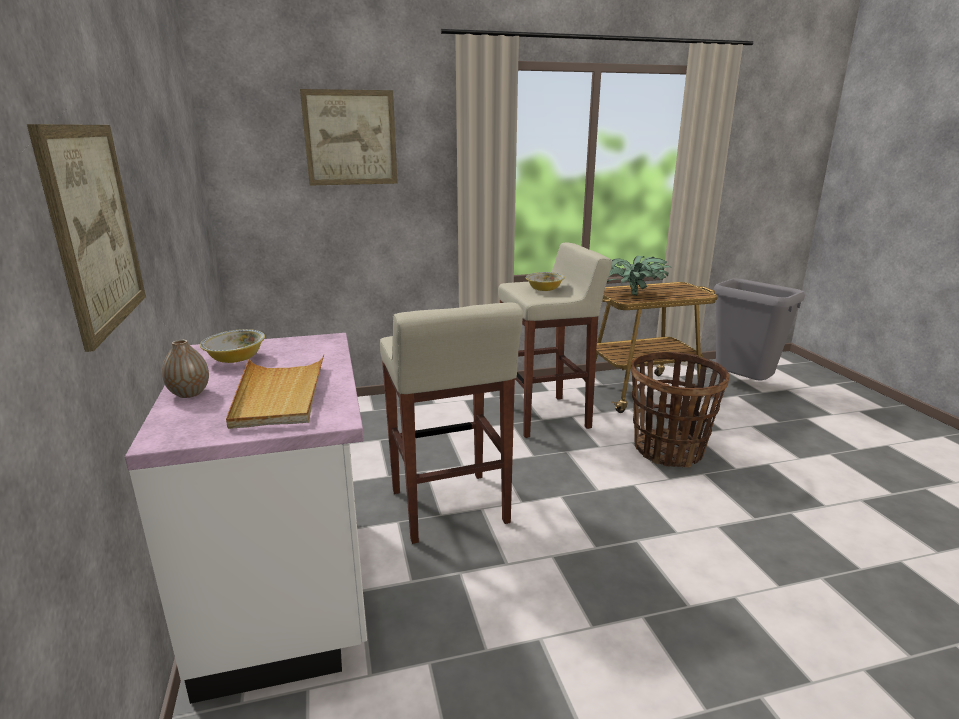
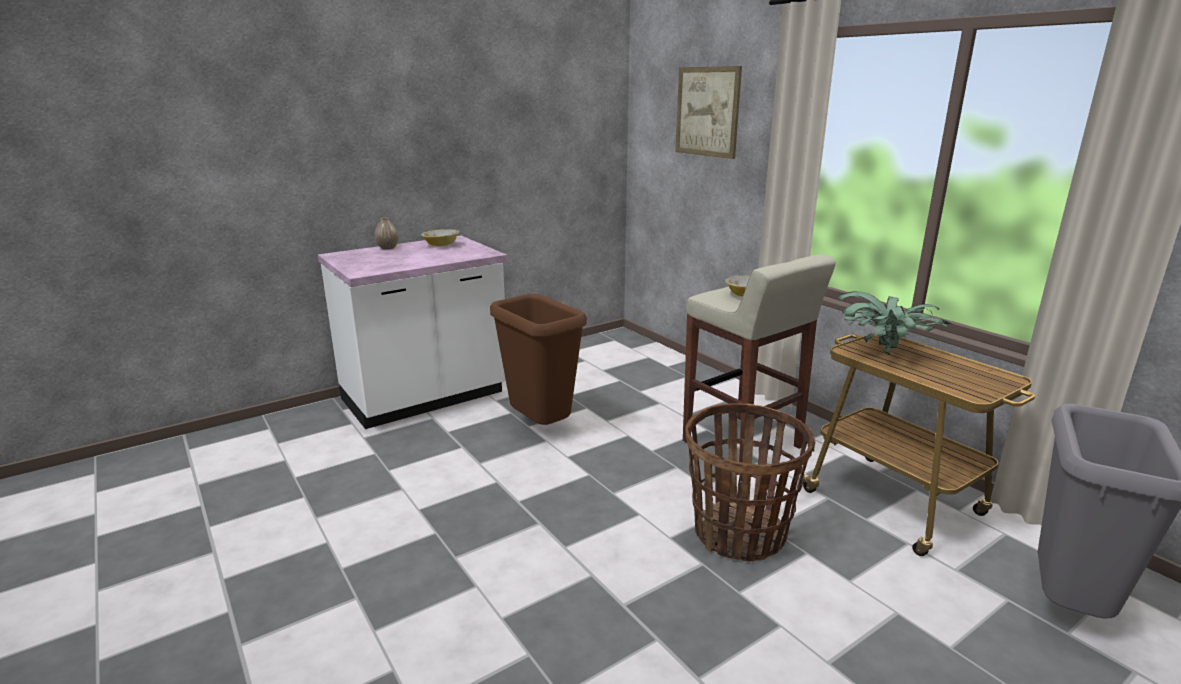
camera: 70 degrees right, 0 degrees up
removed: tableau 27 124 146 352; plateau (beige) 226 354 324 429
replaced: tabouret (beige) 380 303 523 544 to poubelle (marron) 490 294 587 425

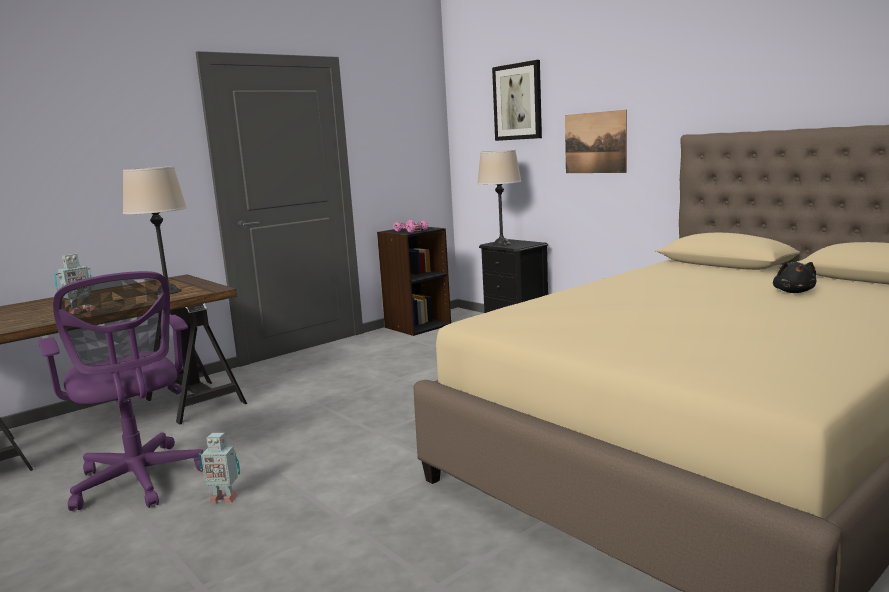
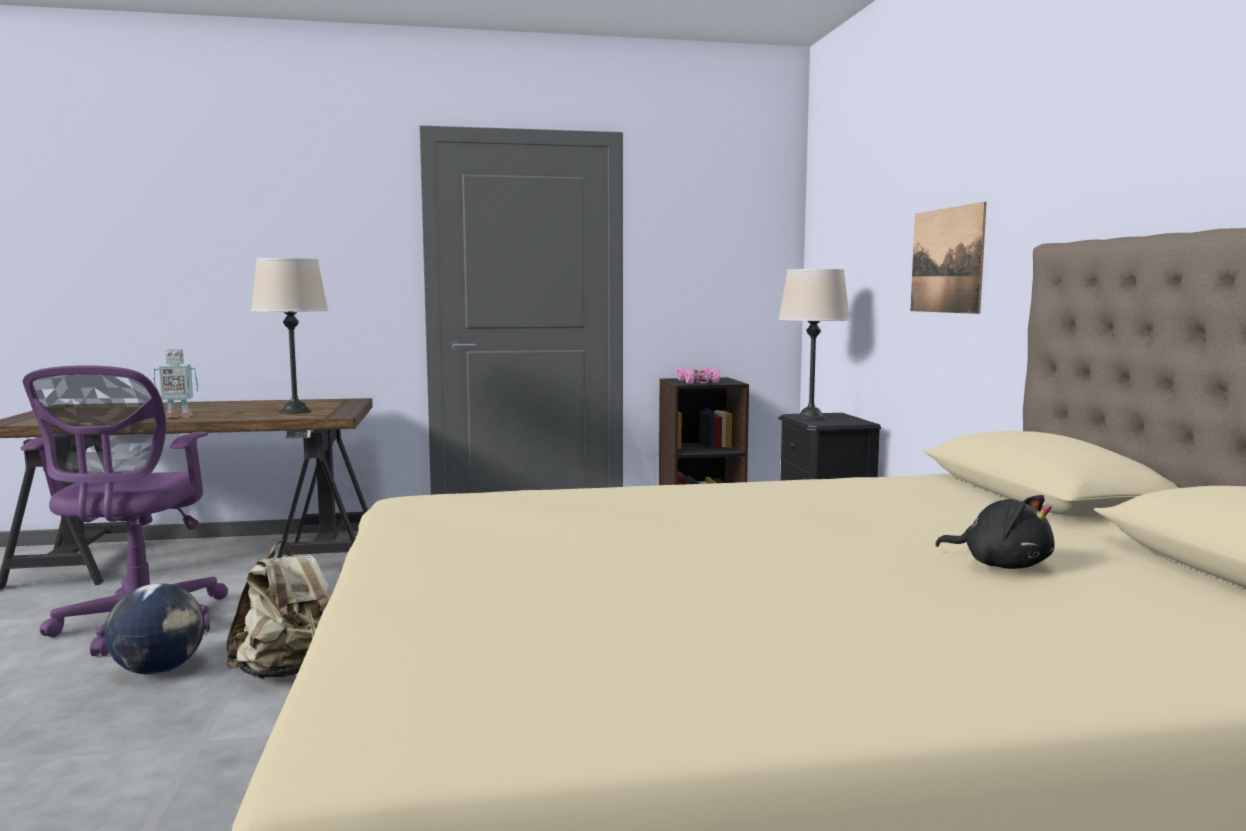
camera: 30 degrees right, 5 degrees down
removed: tableau 492 60 542 141
added: sac à dos (beige) 226 540 331 679
replaced: robot jouet 198 433 240 504 to globe 104 583 205 675
turned: peluche (noir) 773 262 816 293 = 935 495 1055 569 90 degrees counterclockwise

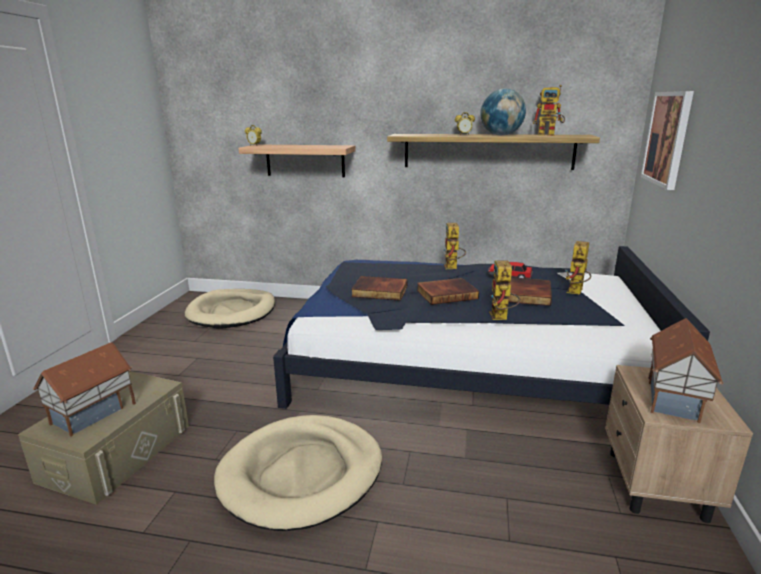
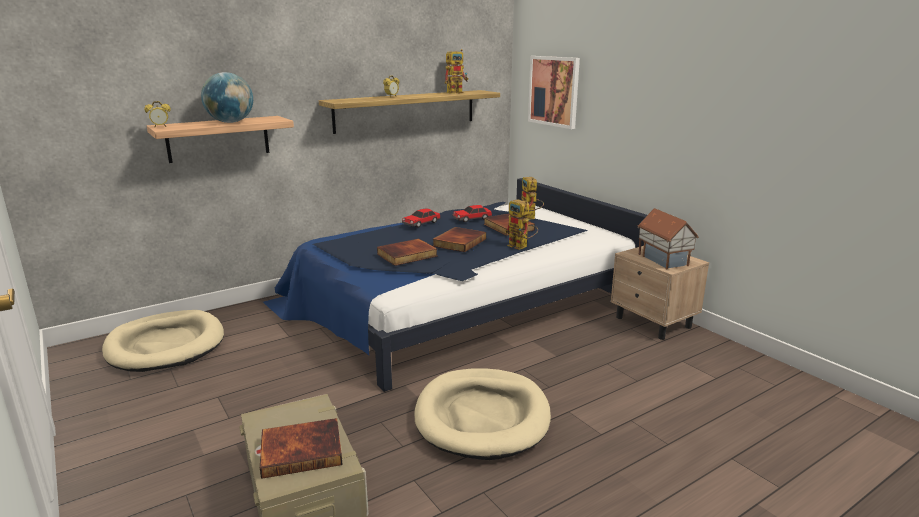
camera: 45 degrees left, 0 degrees up
moved: globe 480 88 526 135 to 201 72 253 123
replaced: robot jouet 443 223 466 269 to petite voiture 402 208 441 228; maison miniature 33 343 136 436 to livre 260 418 343 479

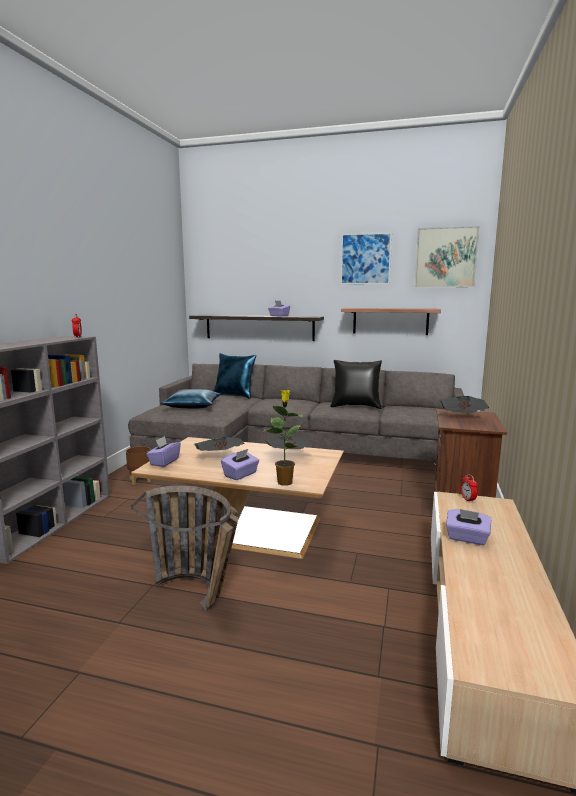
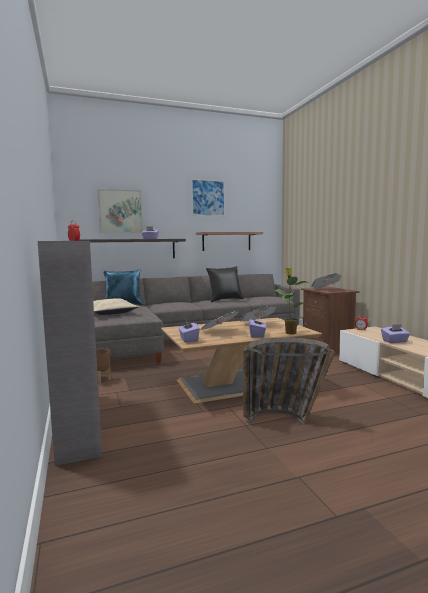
camera: 35 degrees left, 5 degrees down
moved: tableau 415 226 480 287 to 97 189 143 233
recoloured: coussin (bleu) 160 389 221 408 to coussin (beige) 93 298 139 315

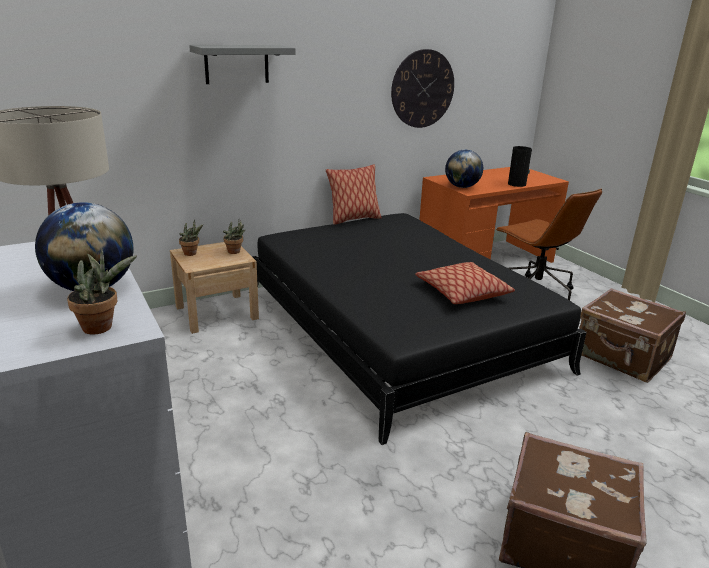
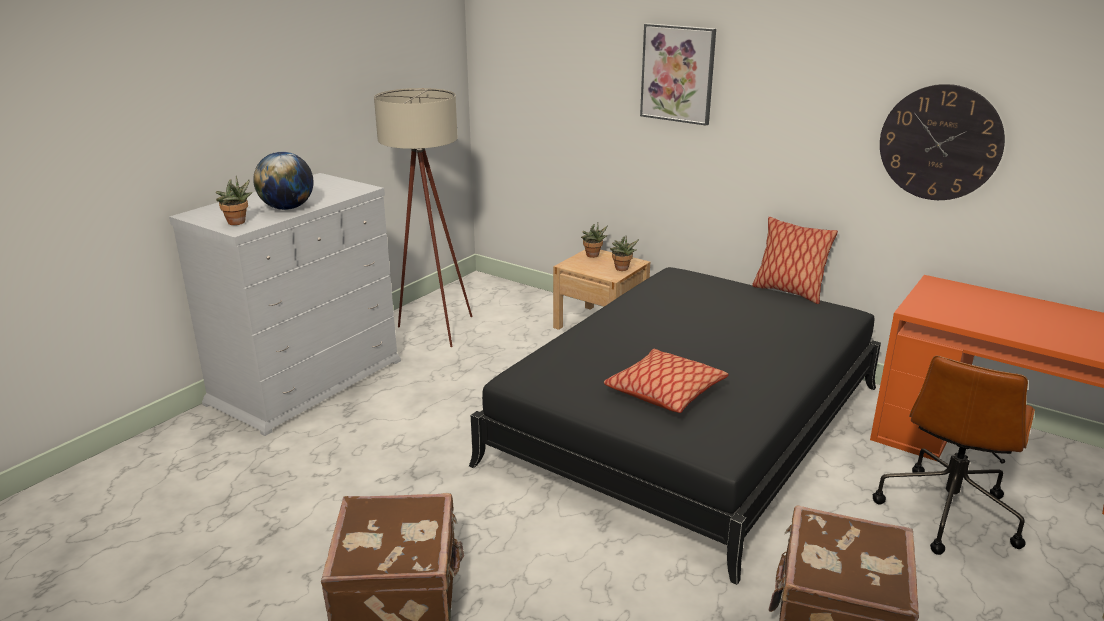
camera: 65 degrees right, 0 degrees up
removed: vase 508 146 532 187; globe 445 150 483 188
replaced: étagère (gris) 189 45 296 84 to tableau 640 23 716 126

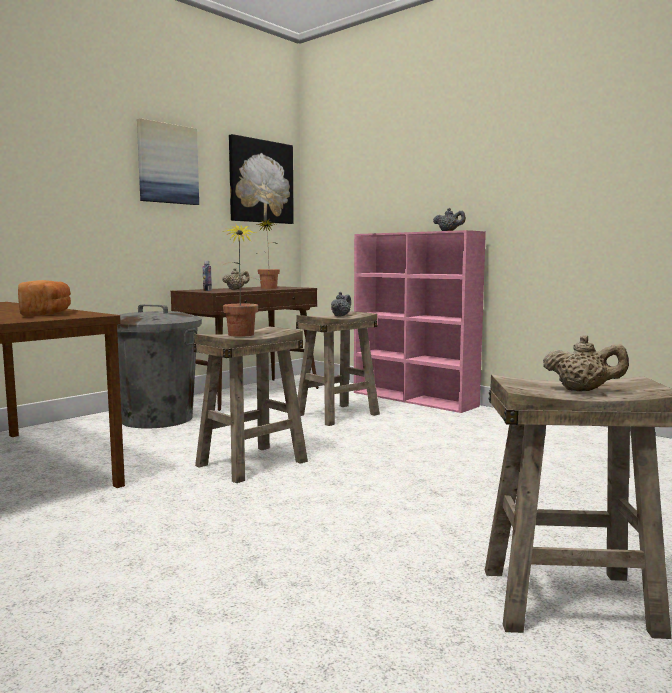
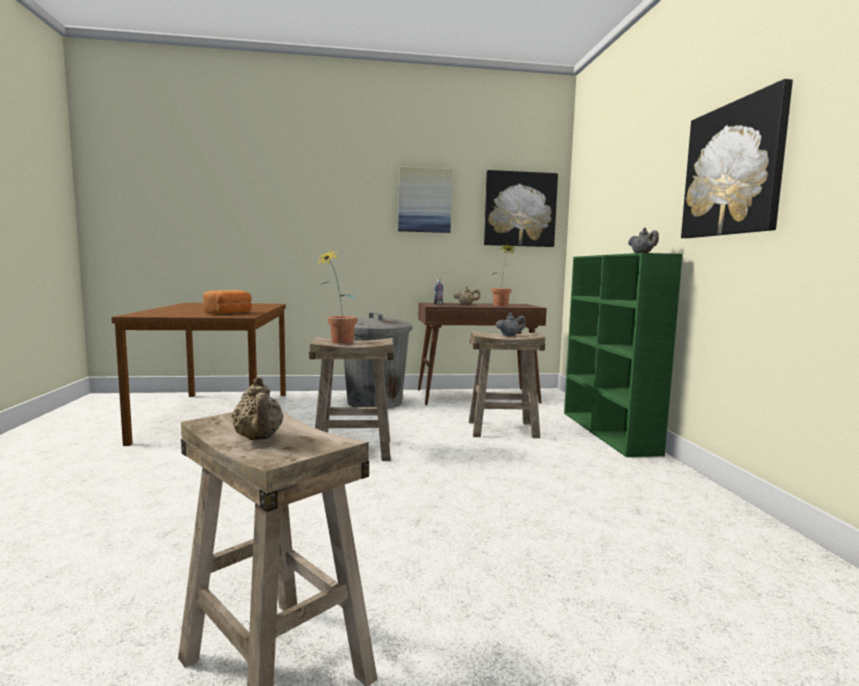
camera: 40 degrees right, 0 degrees up
added: tableau 681 79 793 238
recoloured: bibliothèque (rose) 354 230 486 413 to bibliothèque (vert) 564 253 683 457

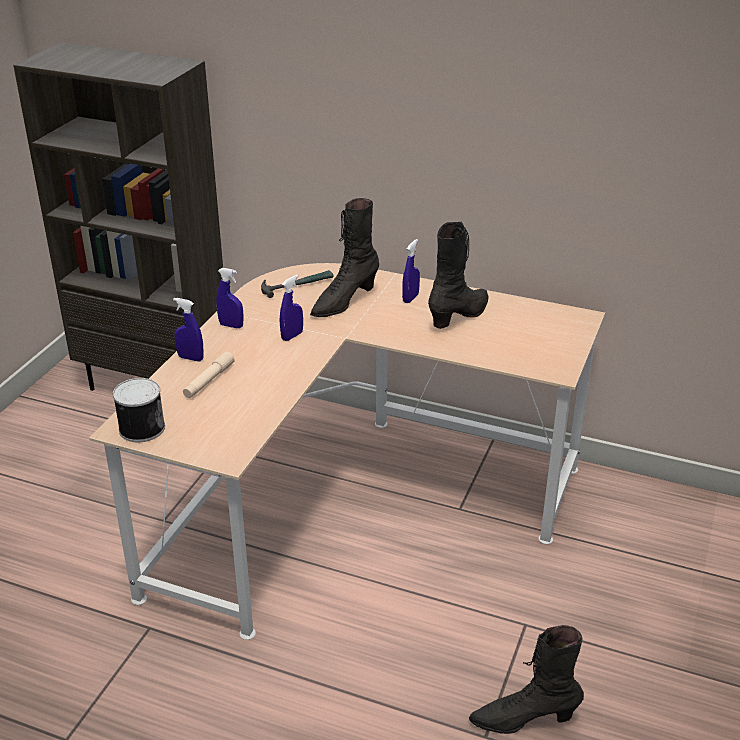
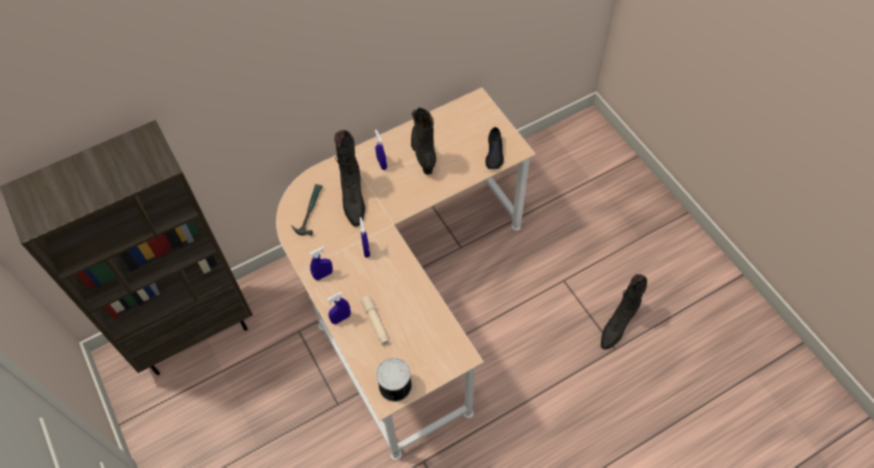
camera: 50 degrees left, 25 degrees up
added: chaussure (noir) 485 127 504 169

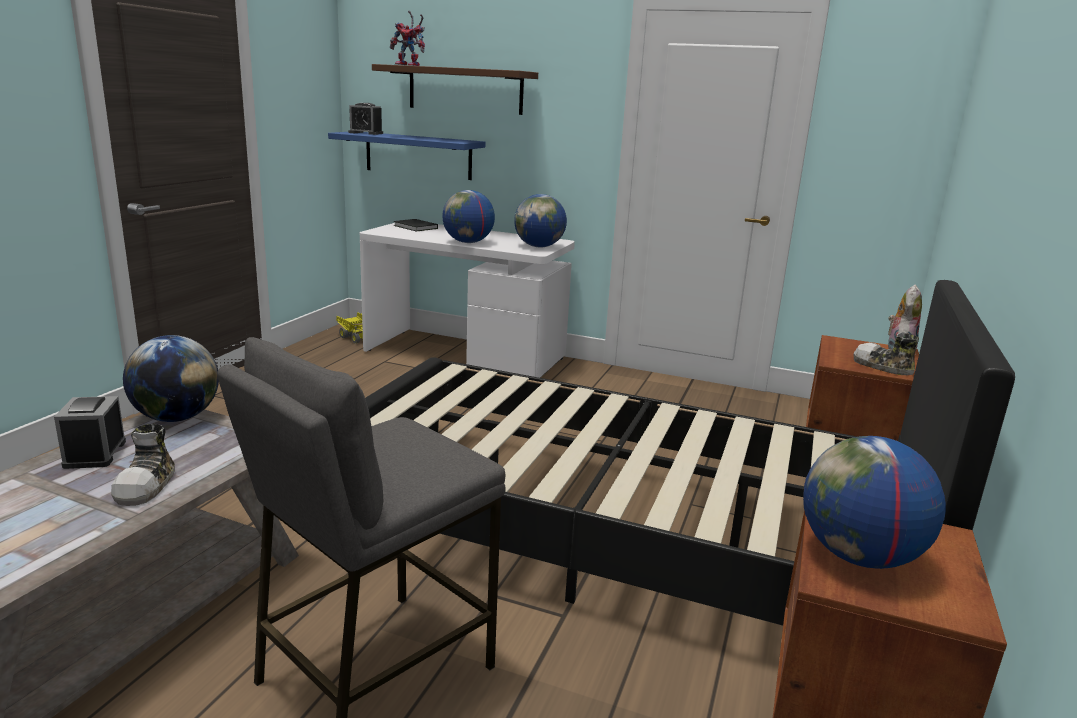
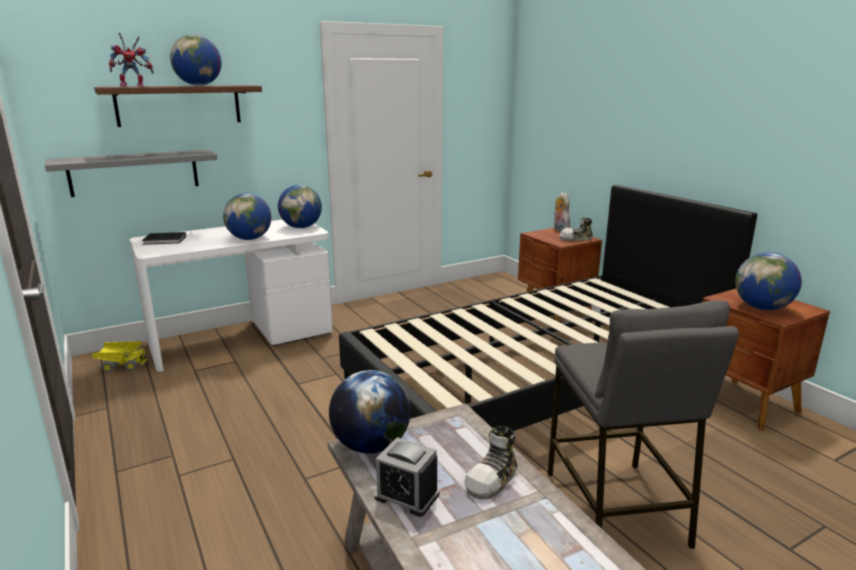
camera: 50 degrees left, 0 degrees up
removed: réveil 348 103 383 135
added: globe 170 35 221 86
recoloured: étagère (bleu) 328 132 485 180 to étagère (gris) 45 149 217 197
turned: chaussure 111 424 175 506 = 465 426 517 500 90 degrees clockwise

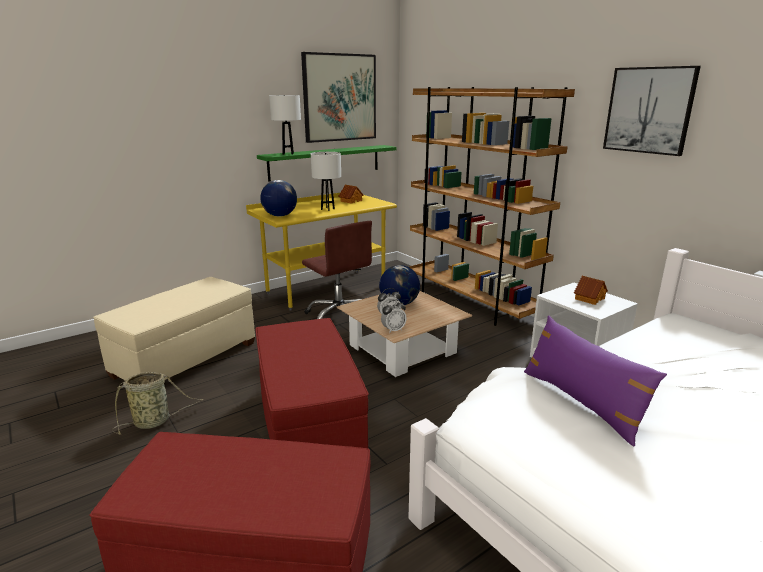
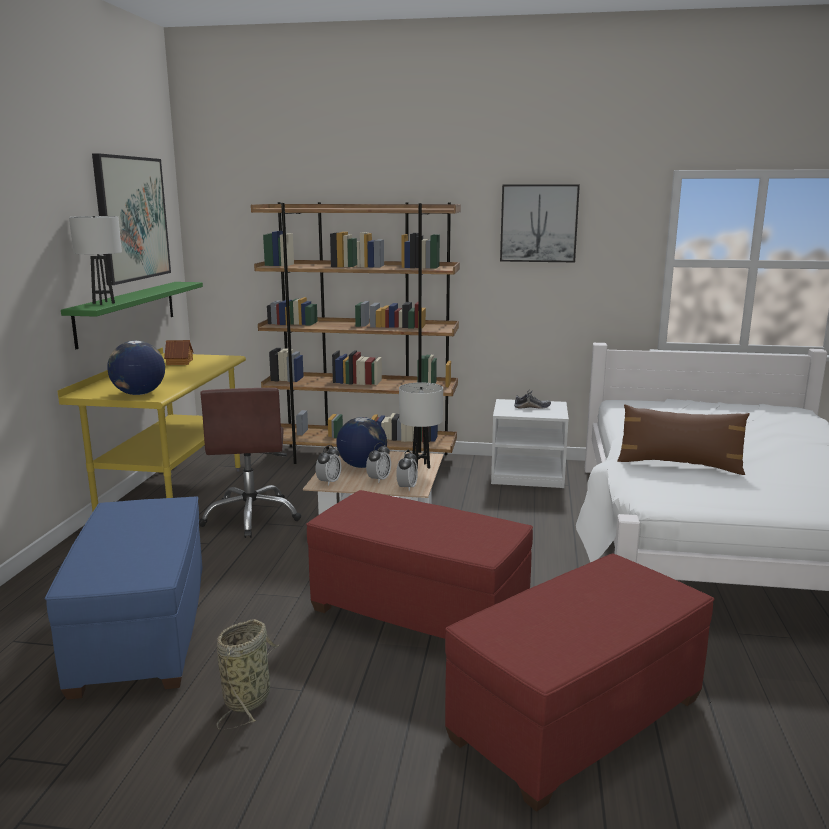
camera: 45 degrees left, 5 degrees down
added: réveil 315 445 341 486
moved: lampe de table (blanc) 311 152 341 211 to 399 382 443 469
replaced: maison miniature 574 276 608 305 to chaussure 514 390 551 409
recoloured: pouf (beige) 93 277 255 381 to pouf (bleu) 45 497 203 700; coussin (violet) 524 315 667 446 to coussin (marron) 617 404 750 475
turned: chaise de bureau (marron) 302 221 372 328 = 199 388 301 538 75 degrees clockwise

